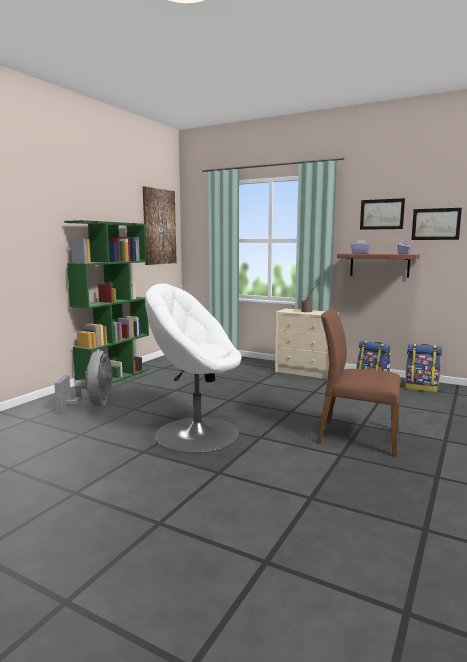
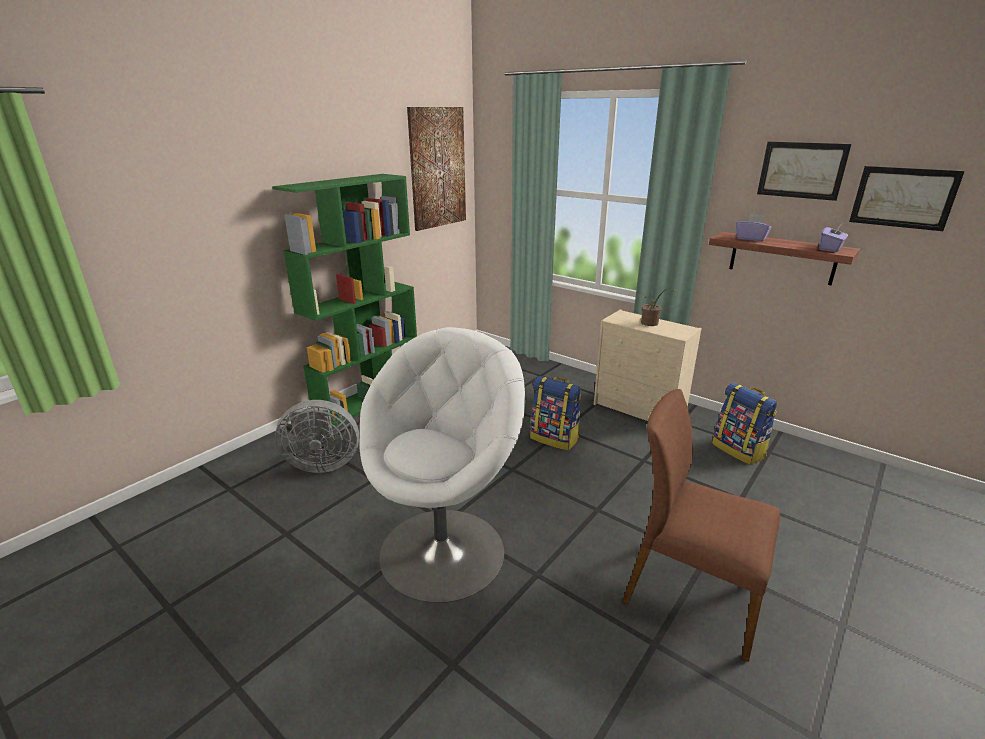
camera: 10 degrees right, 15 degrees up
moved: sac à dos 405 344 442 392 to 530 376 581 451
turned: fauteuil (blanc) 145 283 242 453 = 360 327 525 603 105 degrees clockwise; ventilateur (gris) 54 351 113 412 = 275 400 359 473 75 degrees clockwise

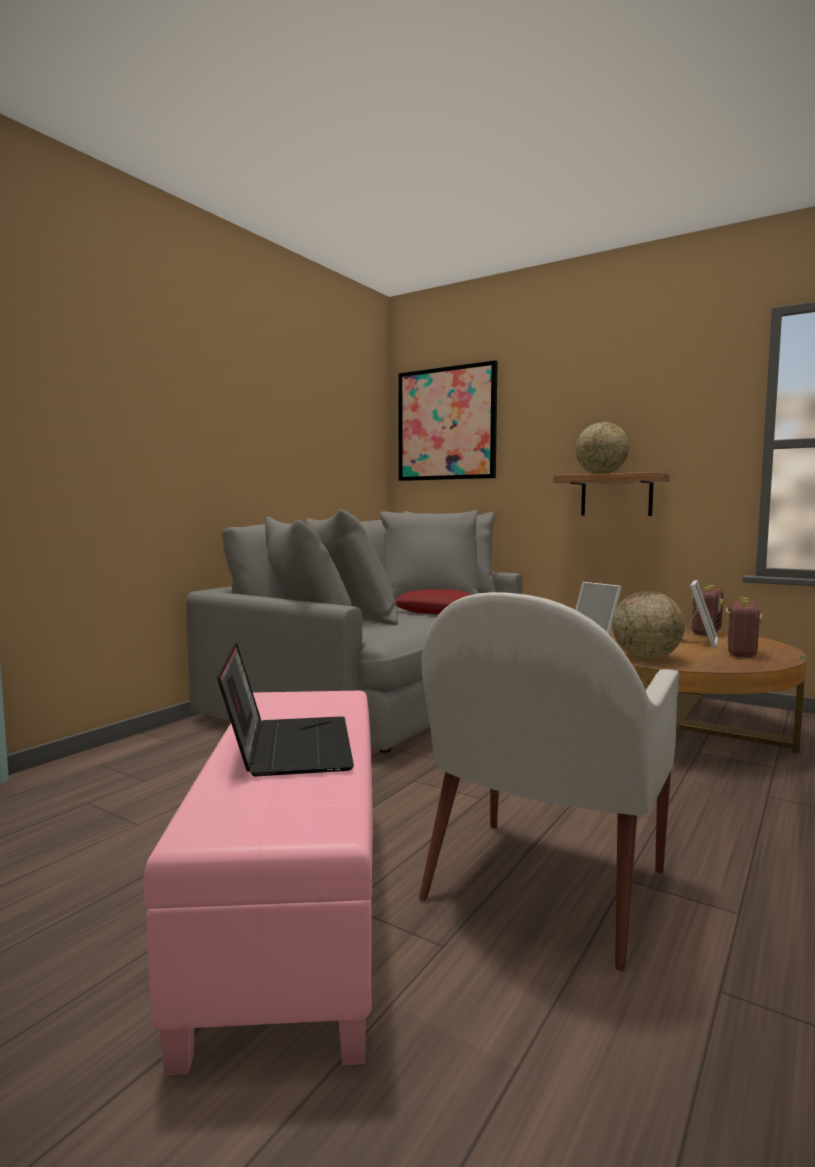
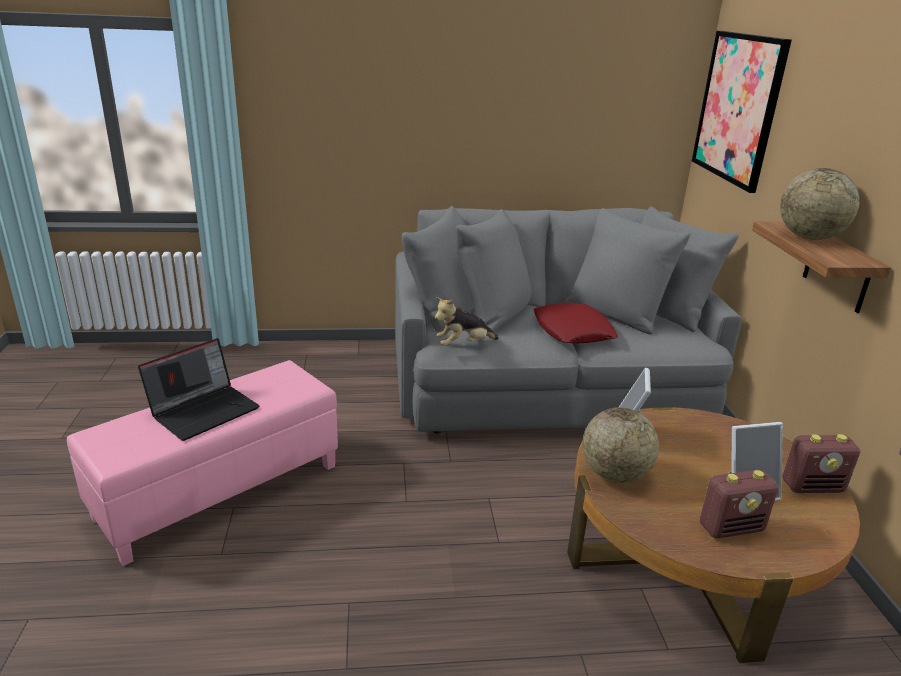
camera: 50 degrees right, 20 degrees up
removed: fauteuil (blanc) 419 592 679 972
added: peluche 435 297 499 346

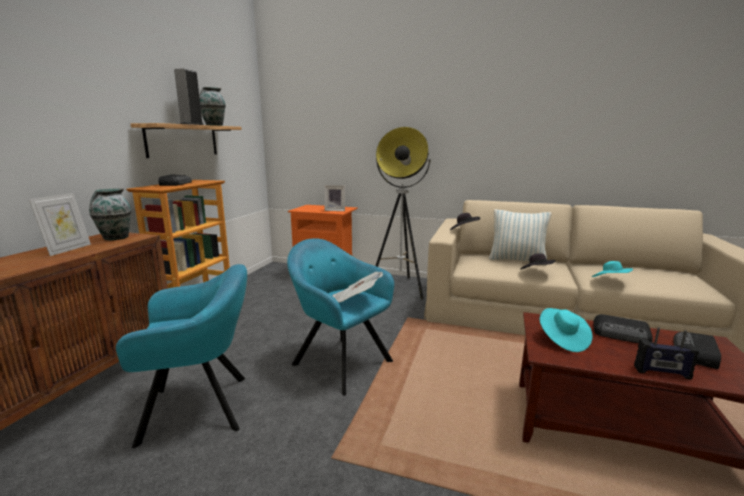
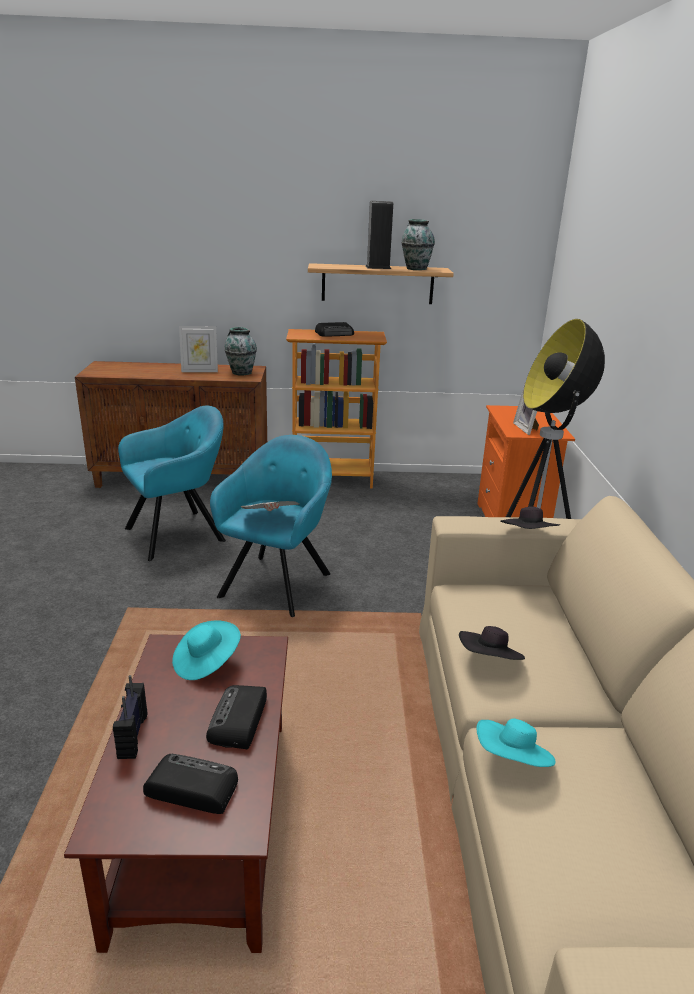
camera: 70 degrees right, 10 degrees up
removed: coussin 489 209 551 261
turned: fauteuil (turquoise) 116 264 247 448 = 118 406 226 561 90 degrees counterclockwise

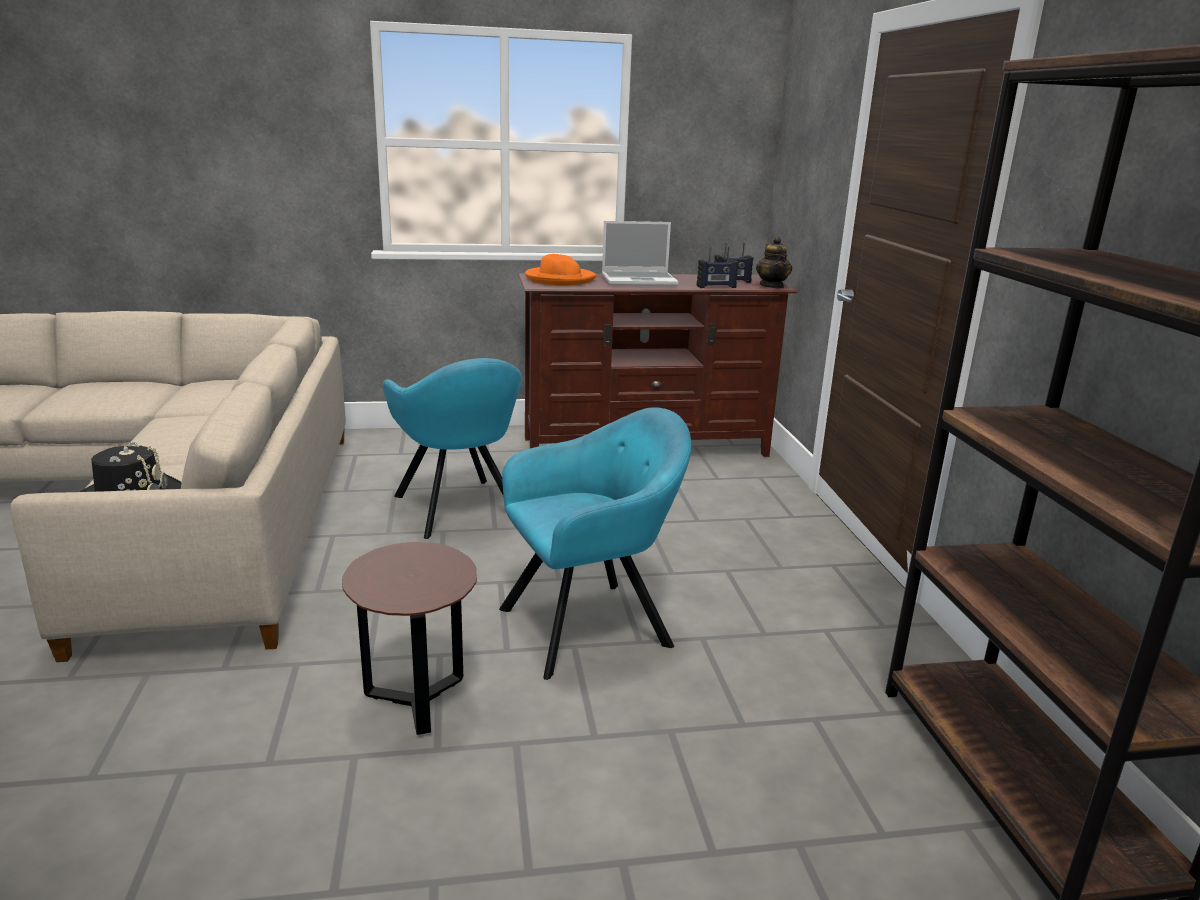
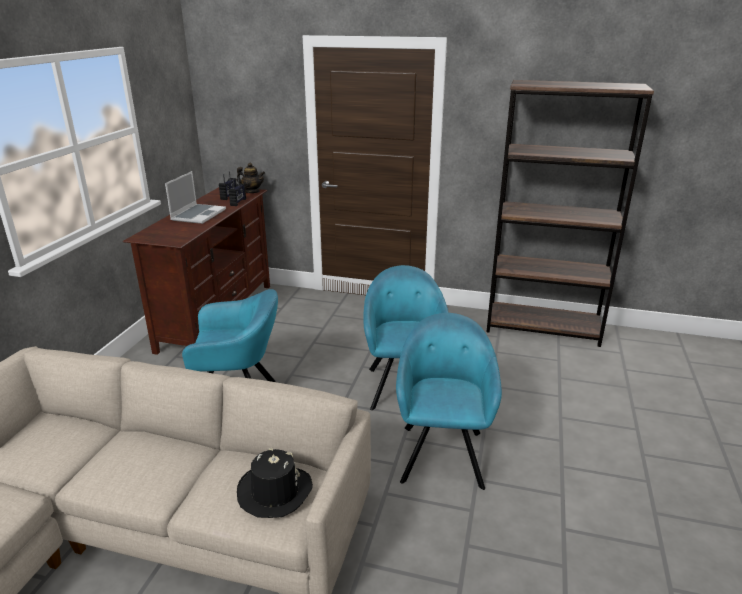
camera: 65 degrees left, 5 degrees up
removed: chapeau (orange) 525 254 597 285
replaced: table d'appoint (marron) 342 542 477 735 to fauteuil (turquoise) 396 313 502 490

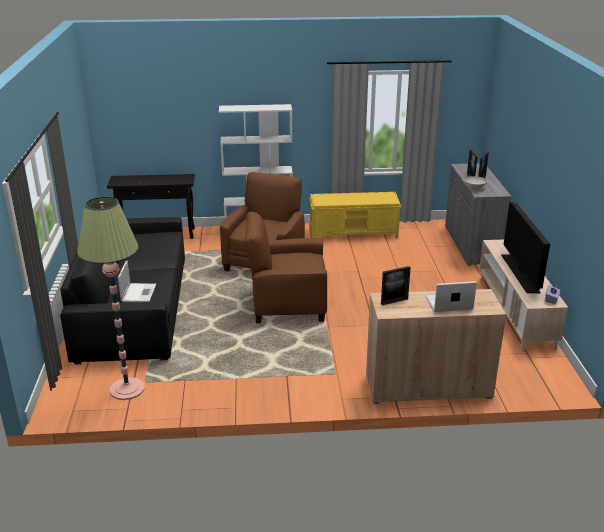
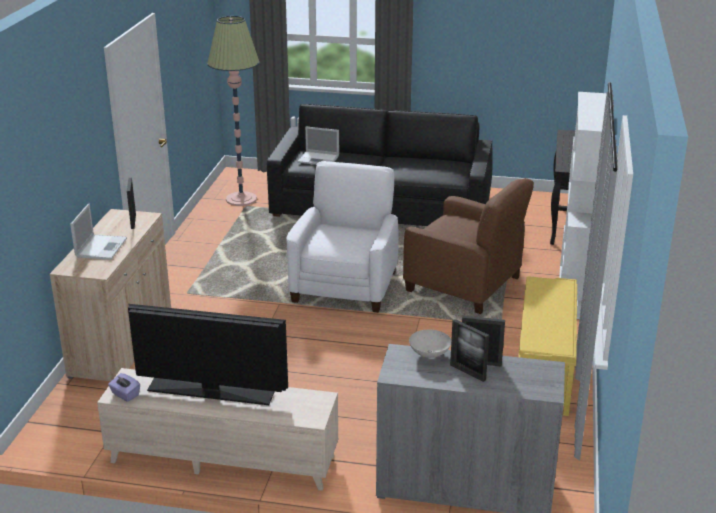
camera: 105 degrees right, 0 degrees up
recoloured: fauteuil (marron) 245 212 327 323 to fauteuil (blanc) 286 161 399 313

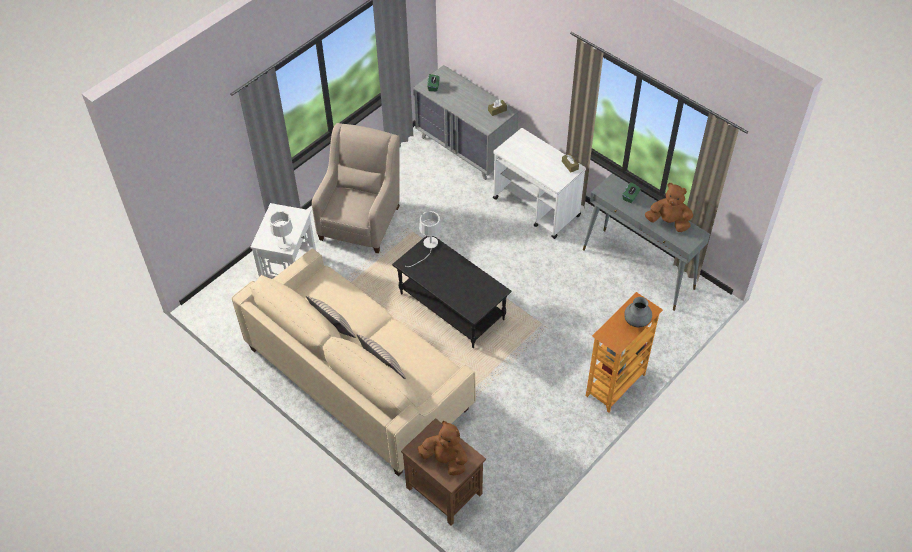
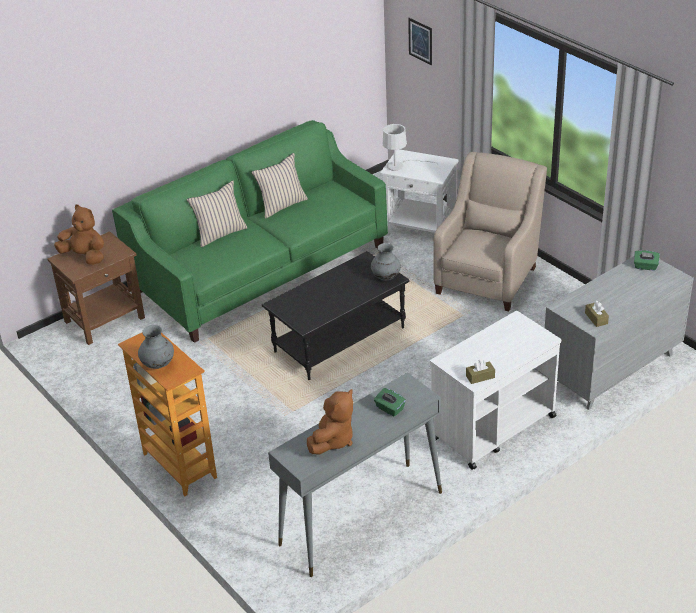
camera: 100 degrees right, 15 degrees down
added: tableau 408 18 432 65
replaced: lampe de table (blanc) 405 211 441 267 to vase (gris) 371 243 401 281
recoloured: canapé (beige) 232 248 476 476 to canapé (vert) 112 120 388 343
turned: fauteuil (beige) 312 123 400 254 = 433 152 547 311 90 degrees counterclockwise; peluche (marron) 418 421 467 475 = 54 204 104 265 105 degrees counterclockwise

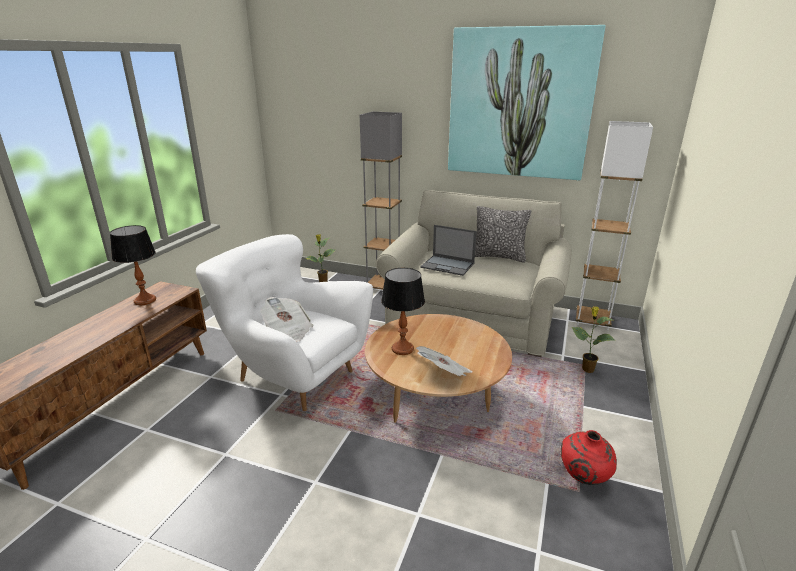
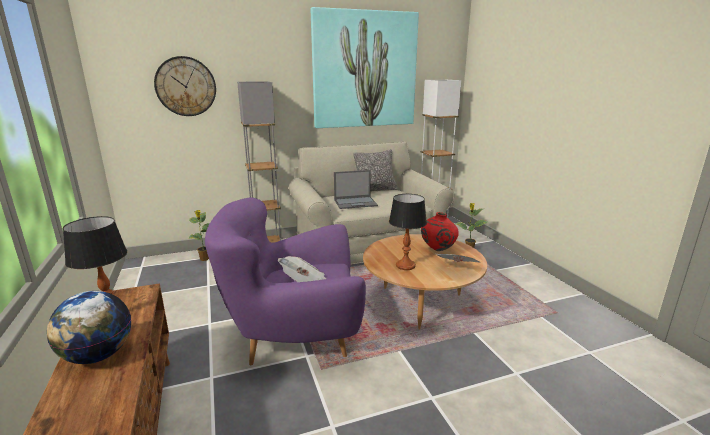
camera: 40 degrees left, 5 degrees down
added: horloge murale 154 56 216 116; globe 47 291 131 364
moved: vase (rouge) 561 430 617 485 to 421 212 459 251
recoloured: fauteuil (blanc) 196 234 373 411 to fauteuil (violet) 205 198 366 365

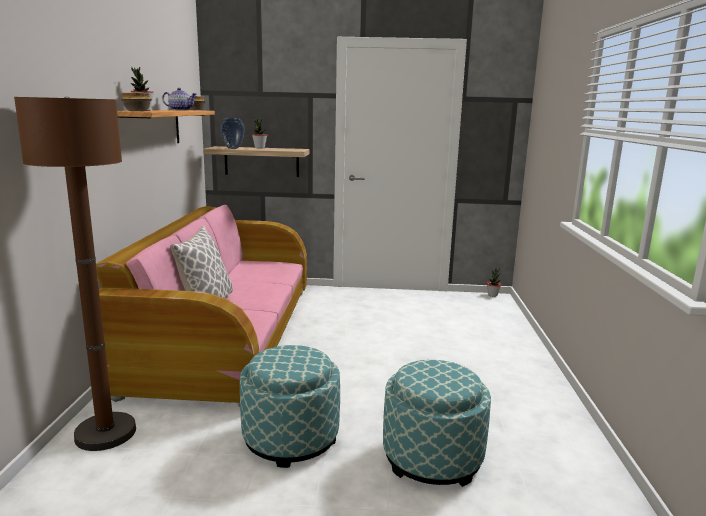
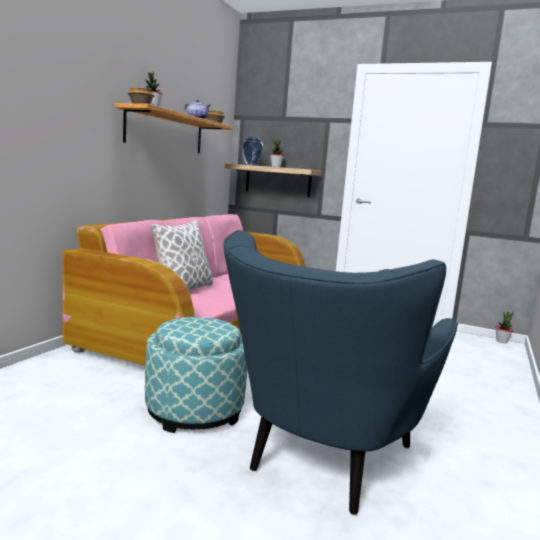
camera: 20 degrees right, 5 degrees down
removed: lampadaire (marron) 14 97 136 451
replaced: pouf 383 360 491 487 to fauteuil (bleu) 223 230 458 515

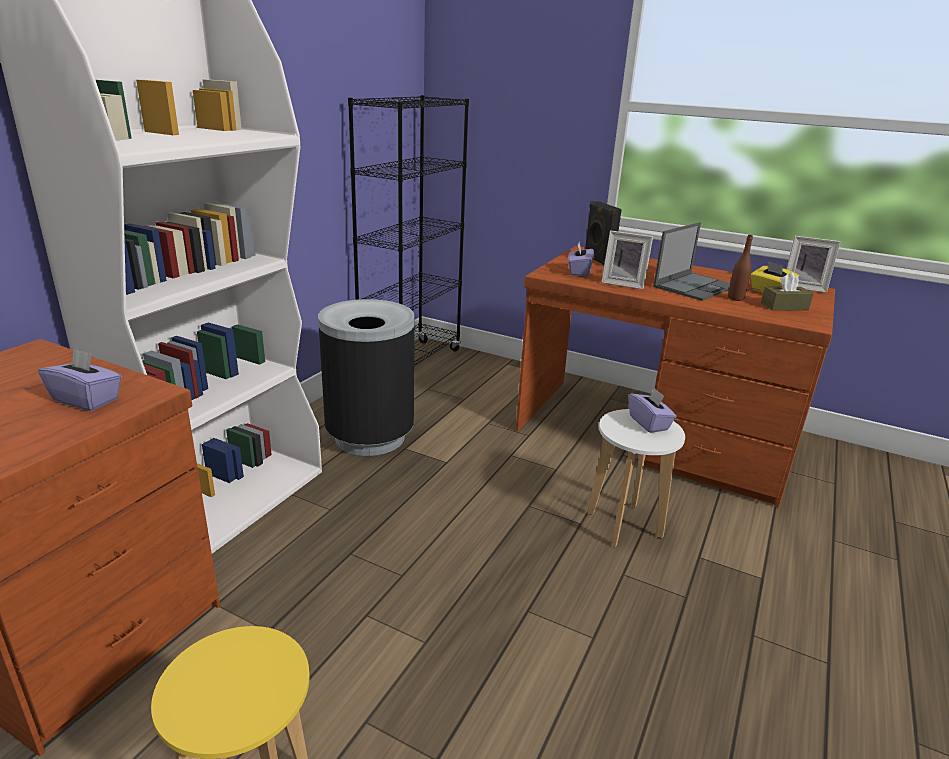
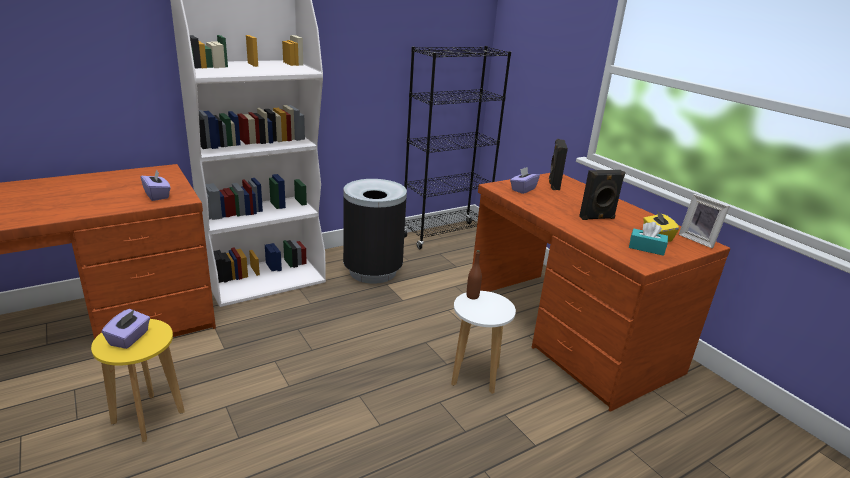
camera: 30 degrees right, 0 degrees up
removed: cadre photo 601 230 653 289
moved: bouteille (marron) 728 235 753 301 to 467 250 482 299; boîte à mouchoirs (violet) 629 387 676 433 to 102 309 150 349
replaced: ordinateur portable 653 222 730 301 to enceinte (noir) 579 170 626 220
recoloured: boîte à mouchoirs (marron) 761 273 813 310 to boîte à mouchoirs (turquoise) 629 222 668 256

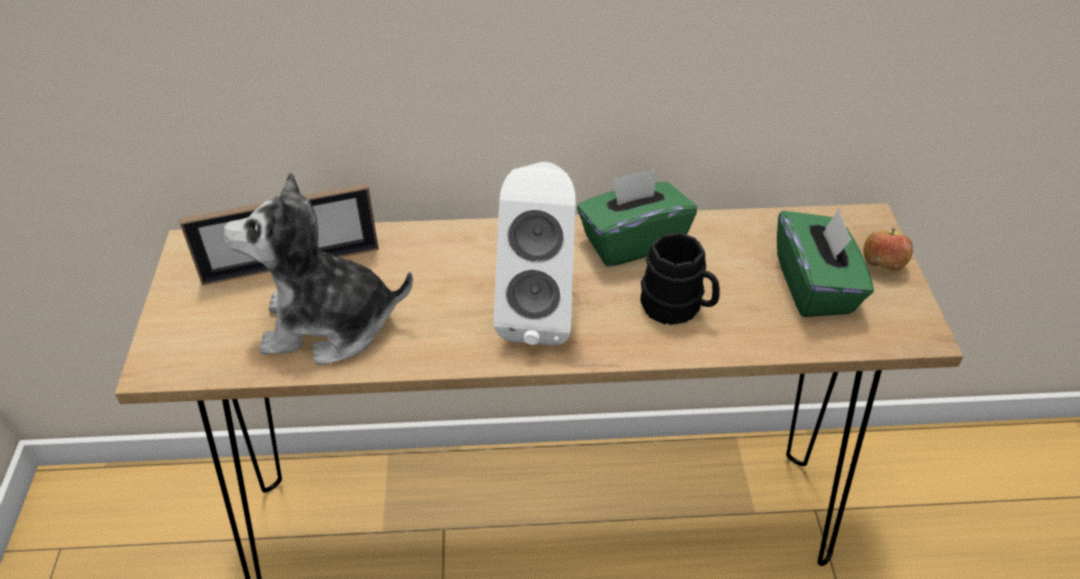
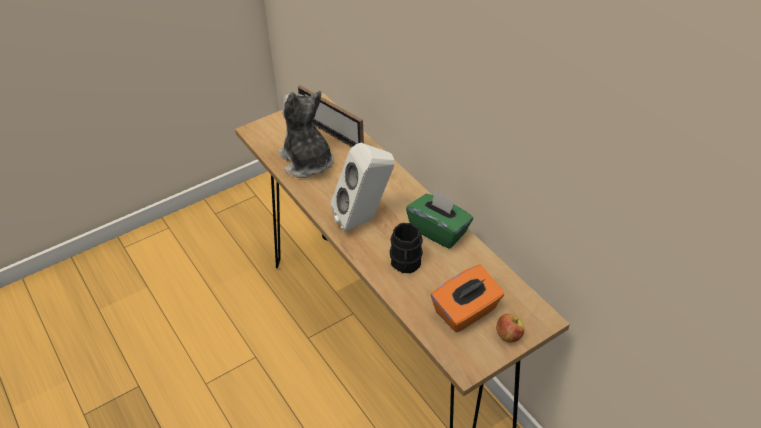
camera: 60 degrees right, 0 degrees up
recoloured: boîte à mouchoirs (vert) 777 208 874 317 to boîte à mouchoirs (orange) 431 265 504 333

